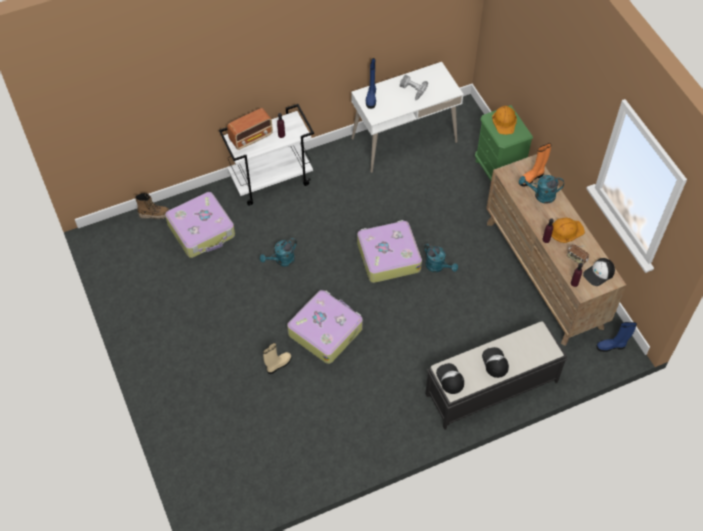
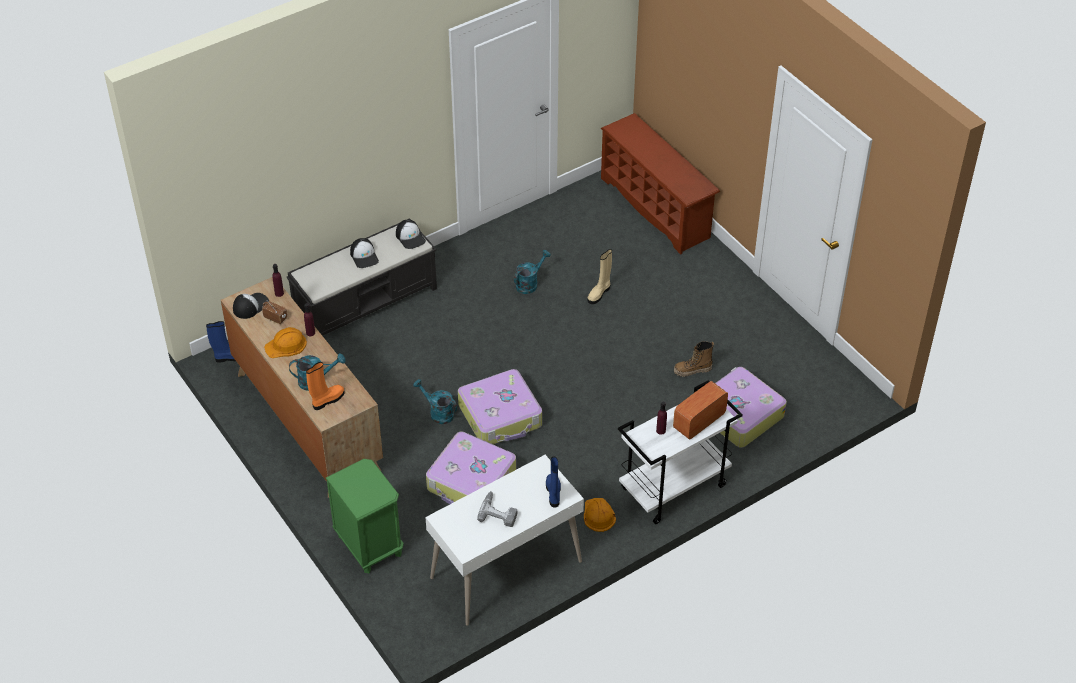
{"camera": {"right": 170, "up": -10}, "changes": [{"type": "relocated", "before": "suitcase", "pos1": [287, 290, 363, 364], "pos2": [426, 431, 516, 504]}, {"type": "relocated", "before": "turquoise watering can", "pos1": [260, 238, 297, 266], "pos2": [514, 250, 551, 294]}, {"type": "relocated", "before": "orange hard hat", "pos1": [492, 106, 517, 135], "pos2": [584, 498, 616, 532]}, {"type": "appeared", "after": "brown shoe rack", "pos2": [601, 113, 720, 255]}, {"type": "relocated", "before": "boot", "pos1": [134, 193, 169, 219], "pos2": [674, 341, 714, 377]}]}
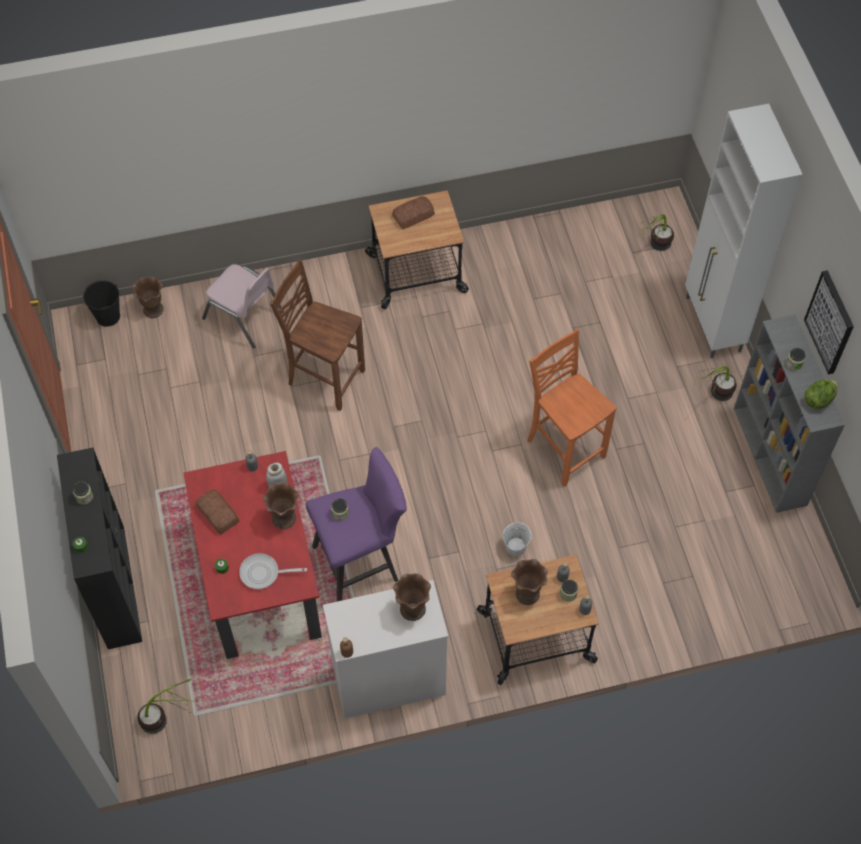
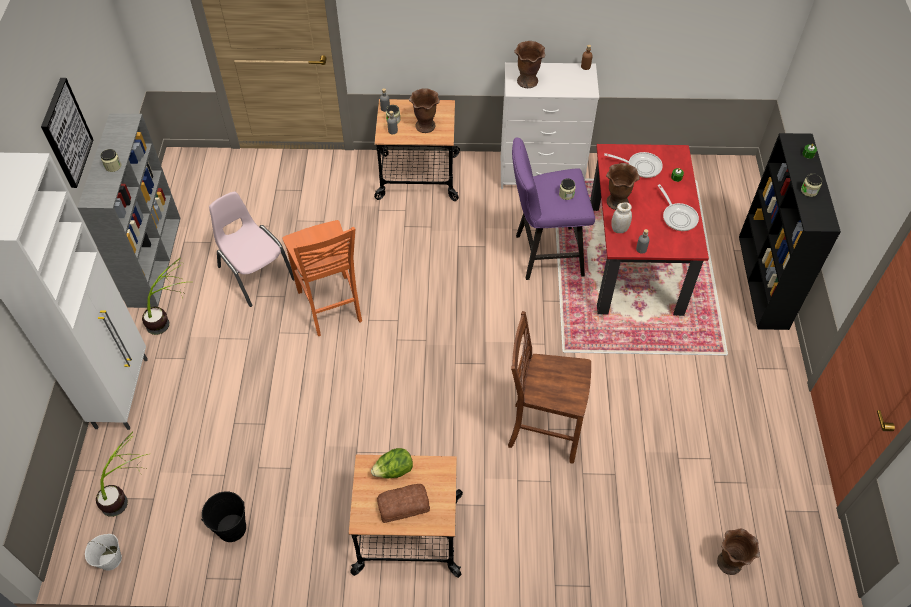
{"camera": {"right": -165, "up": -5}, "changes": [{"type": "relocated", "before": "white bucket", "pos1": [503, 522, 532, 556], "pos2": [85, 534, 122, 571]}, {"type": "relocated", "before": "black bucket", "pos1": [83, 280, 120, 327], "pos2": [201, 491, 246, 542]}, {"type": "relocated", "before": "pink chair", "pos1": [202, 264, 284, 348], "pos2": [209, 191, 294, 307]}, {"type": "relocated", "before": "lettuce", "pos1": [804, 380, 838, 409], "pos2": [371, 448, 413, 478]}, {"type": "spun", "before": "brown chair", "pos1": [270, 259, 365, 411], "pos2": [508, 311, 591, 464], "turn": 150}, {"type": "exchanged", "before": "bread", "after": "frying pan", "pos1": [196, 489, 239, 535], "pos2": [657, 184, 699, 231]}, {"type": "missing", "before": "potted plant", "pos1": [138, 678, 197, 734]}]}
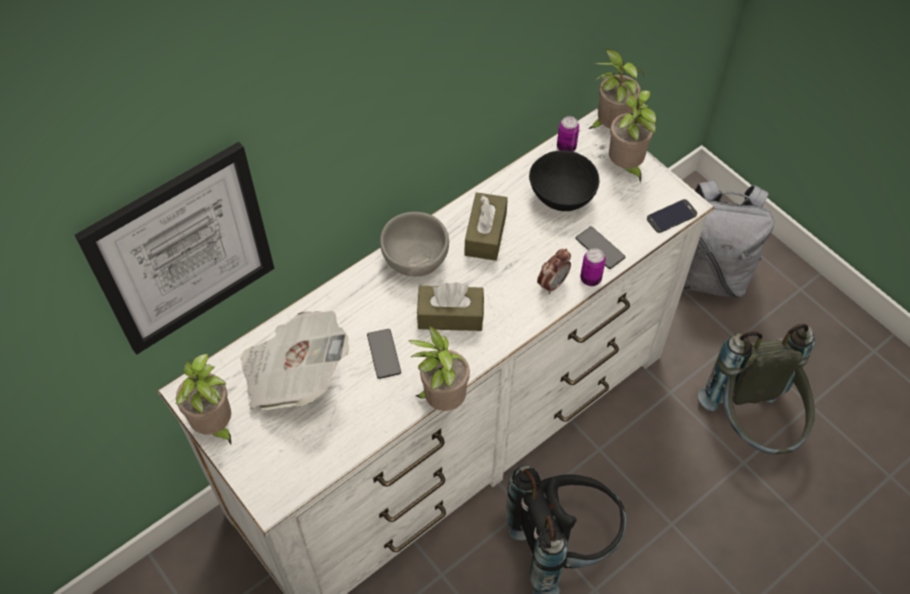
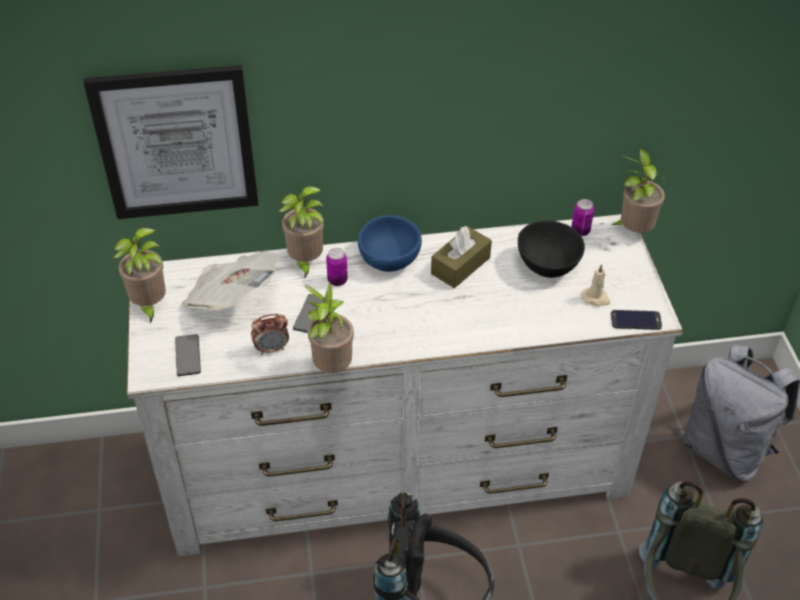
{"camera": {"right": 30, "up": -10}, "changes": [{"type": "relocated", "before": "phone", "pos1": [576, 226, 625, 269], "pos2": [175, 334, 201, 376]}, {"type": "relocated", "before": "alarm clock", "pos1": [537, 248, 571, 294], "pos2": [251, 314, 289, 355]}, {"type": "relocated", "before": "potted plant", "pos1": [609, 90, 657, 183], "pos2": [279, 186, 324, 280]}, {"type": "relocated", "before": "can", "pos1": [580, 248, 606, 286], "pos2": [326, 248, 348, 286]}, {"type": "colour", "before": "grey bowl", "after": "blue bowl", "pos1": [380, 212, 449, 276], "pos2": [358, 215, 422, 272]}, {"type": "appeared", "after": "beige candle", "pos2": [581, 264, 610, 306]}, {"type": "missing", "before": "brown tissue box", "pos1": [417, 282, 484, 331]}]}
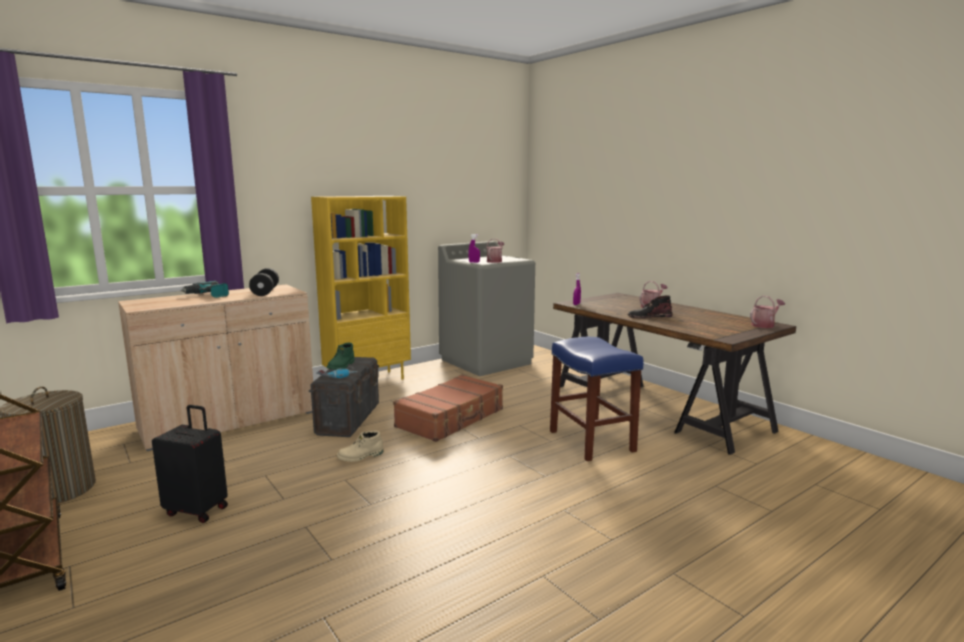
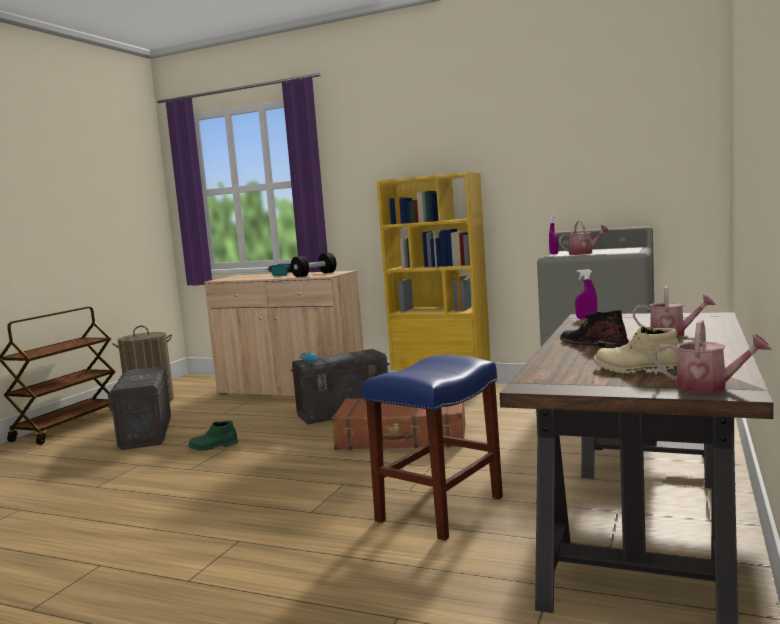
{"camera": {"right": 60, "up": -5}, "changes": [{"type": "exchanged", "before": "black suitcase", "after": "grey storage box", "pos1": [152, 405, 228, 523], "pos2": [108, 366, 171, 450]}, {"type": "relocated", "before": "green boot", "pos1": [327, 343, 355, 370], "pos2": [188, 421, 238, 451]}, {"type": "relocated", "before": "beige boot", "pos1": [337, 431, 383, 462], "pos2": [594, 327, 679, 374]}]}
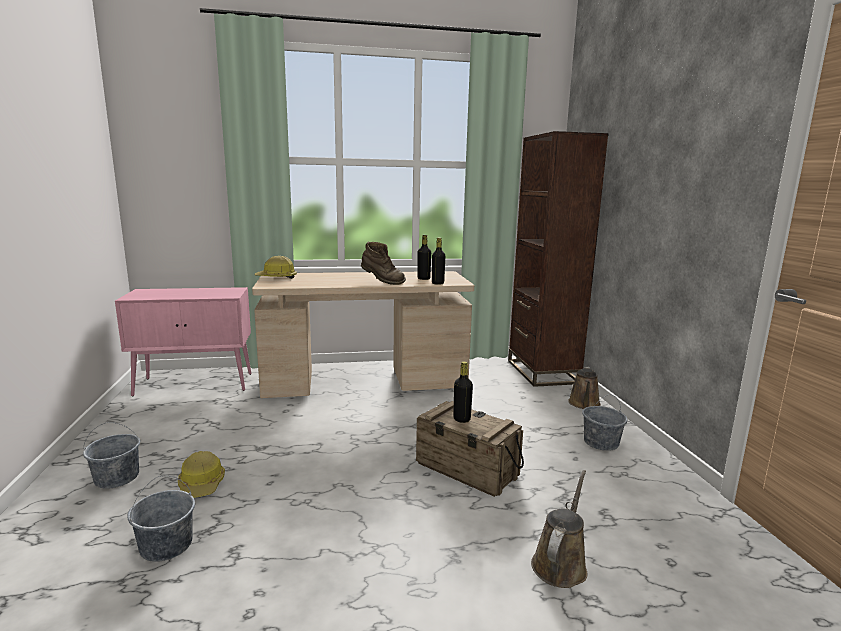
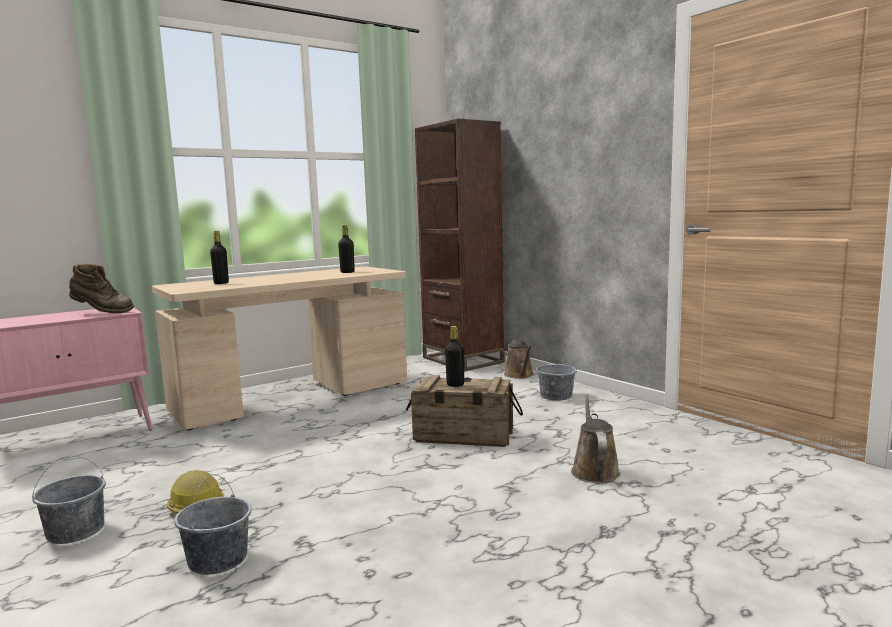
{"camera": {"right": -25, "up": -5}, "changes": [{"type": "relocated", "before": "brown boot", "pos1": [361, 241, 406, 285], "pos2": [69, 264, 134, 313]}, {"type": "relocated", "before": "black bottle", "pos1": [432, 238, 445, 285], "pos2": [210, 231, 229, 284]}, {"type": "missing", "before": "hard hat", "pos1": [254, 256, 297, 279]}]}
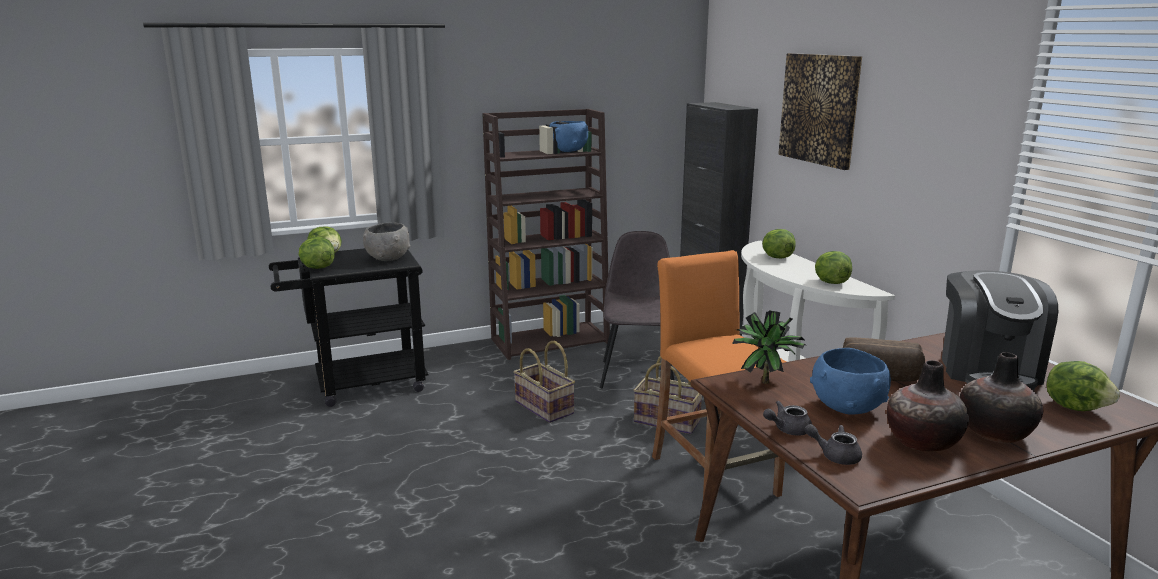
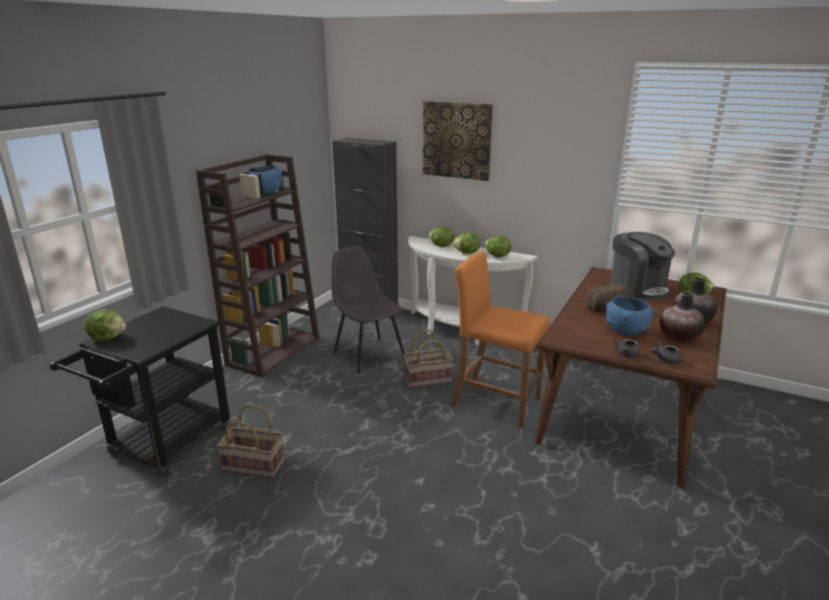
{"camera": {"right": -40, "up": 5}, "changes": [{"type": "relocated", "before": "basket", "pos1": [514, 341, 575, 423], "pos2": [217, 404, 285, 478]}, {"type": "relocated", "before": "lettuce", "pos1": [299, 237, 335, 269], "pos2": [453, 232, 480, 254]}, {"type": "missing", "before": "grey bowl", "pos1": [363, 222, 410, 261]}, {"type": "missing", "before": "potted plant", "pos1": [732, 310, 807, 384]}]}
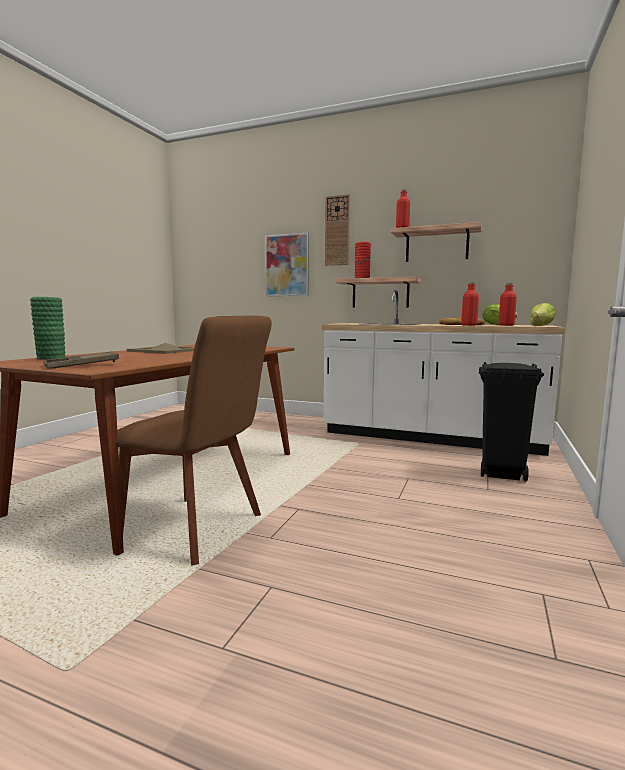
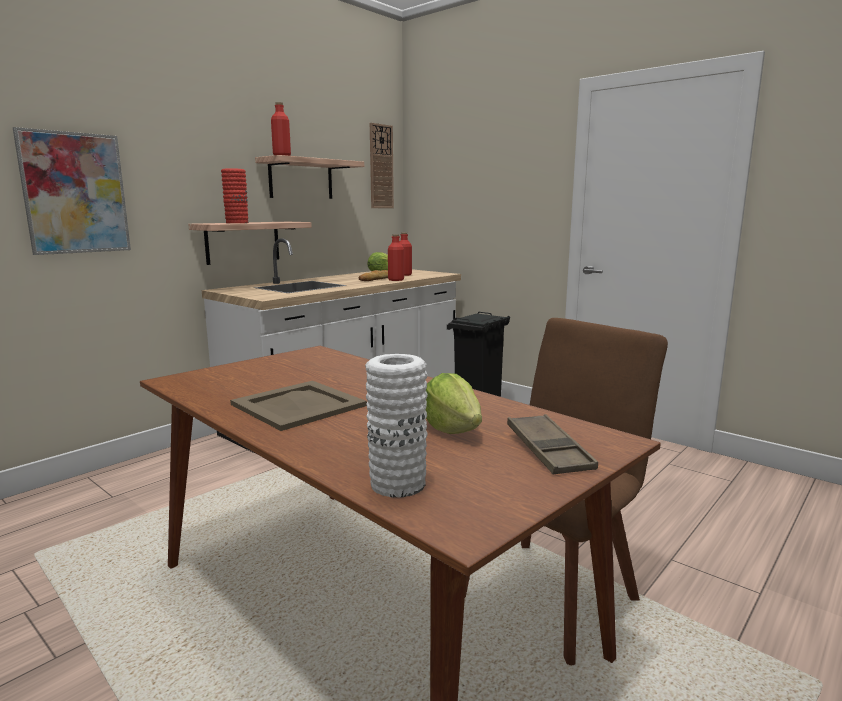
{"camera": {"right": -70, "up": 5}, "changes": [{"type": "colour", "before": "green vase", "after": "white vase", "pos1": [30, 297, 65, 360], "pos2": [365, 354, 428, 497]}, {"type": "relocated", "before": "wall clock", "pos1": [325, 194, 350, 266], "pos2": [370, 123, 394, 208]}, {"type": "relocated", "before": "lettuce", "pos1": [530, 303, 556, 326], "pos2": [426, 373, 482, 434]}]}
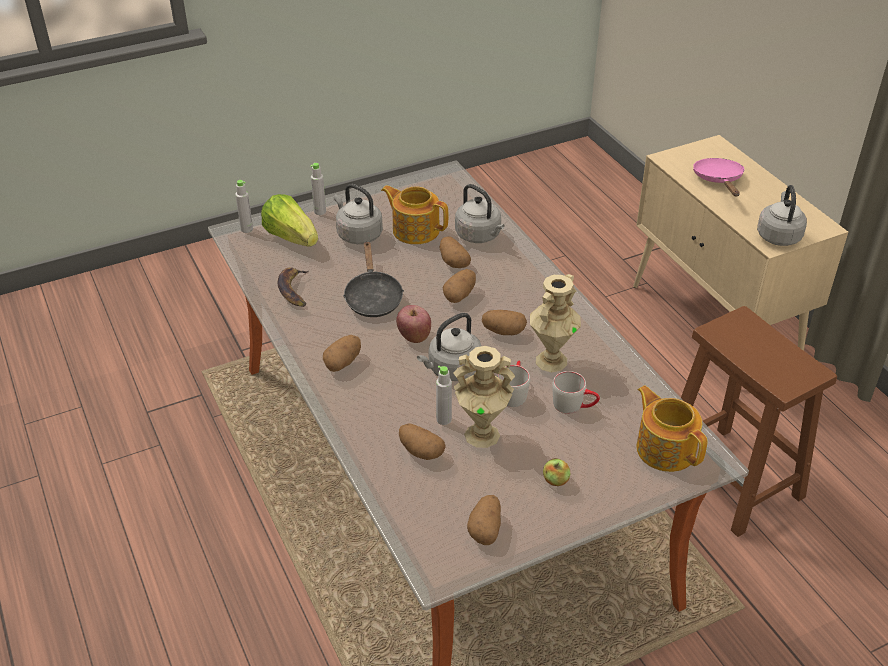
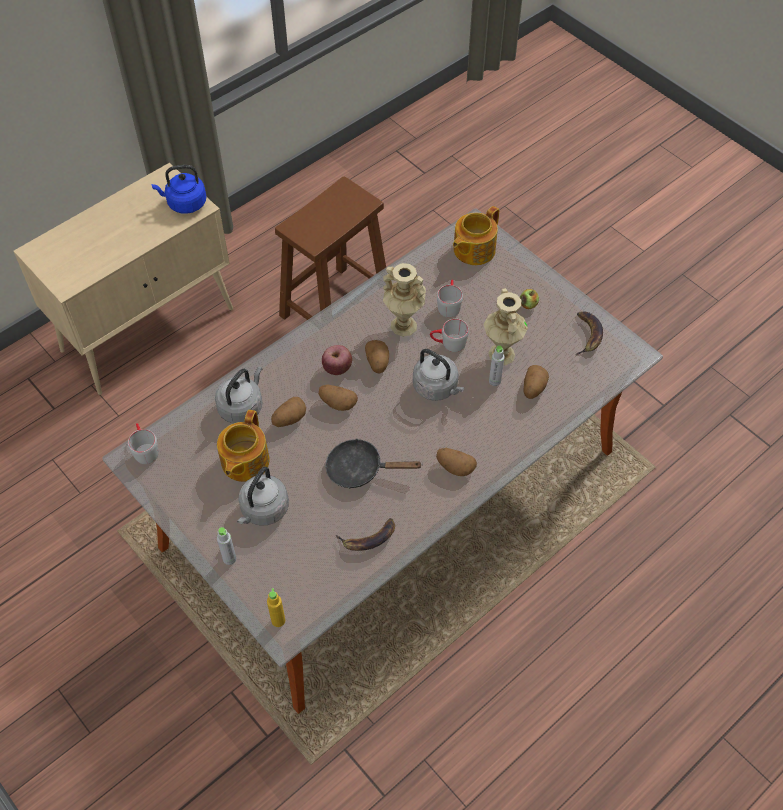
{"camera": {"right": -105, "up": 15}, "changes": [{"type": "appeared", "after": "grey mug", "pos2": [128, 423, 159, 464]}, {"type": "colour", "before": "grey kettle", "after": "blue kettle", "pos1": [757, 185, 807, 246], "pos2": [151, 165, 207, 214]}, {"type": "colour", "before": "grey bottle", "after": "yellow bottle", "pos1": [235, 180, 253, 233], "pos2": [267, 588, 285, 627]}, {"type": "relocated", "before": "apple", "pos1": [396, 305, 431, 343], "pos2": [322, 345, 352, 375]}, {"type": "spun", "before": "black frying pan", "pos1": [343, 241, 404, 317], "pos2": [325, 438, 423, 489], "turn": -150}, {"type": "exchanged", "before": "potato", "after": "banana", "pos1": [467, 495, 501, 545], "pos2": [575, 312, 603, 355]}, {"type": "missing", "before": "lettuce", "pos1": [261, 194, 318, 247]}, {"type": "missing", "before": "pink frying pan", "pos1": [693, 158, 744, 196]}]}
